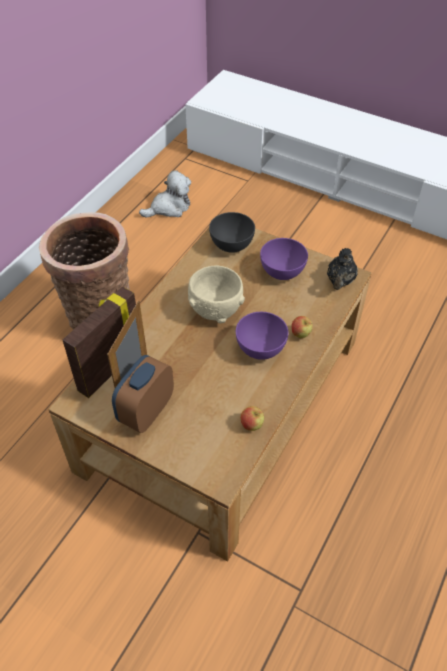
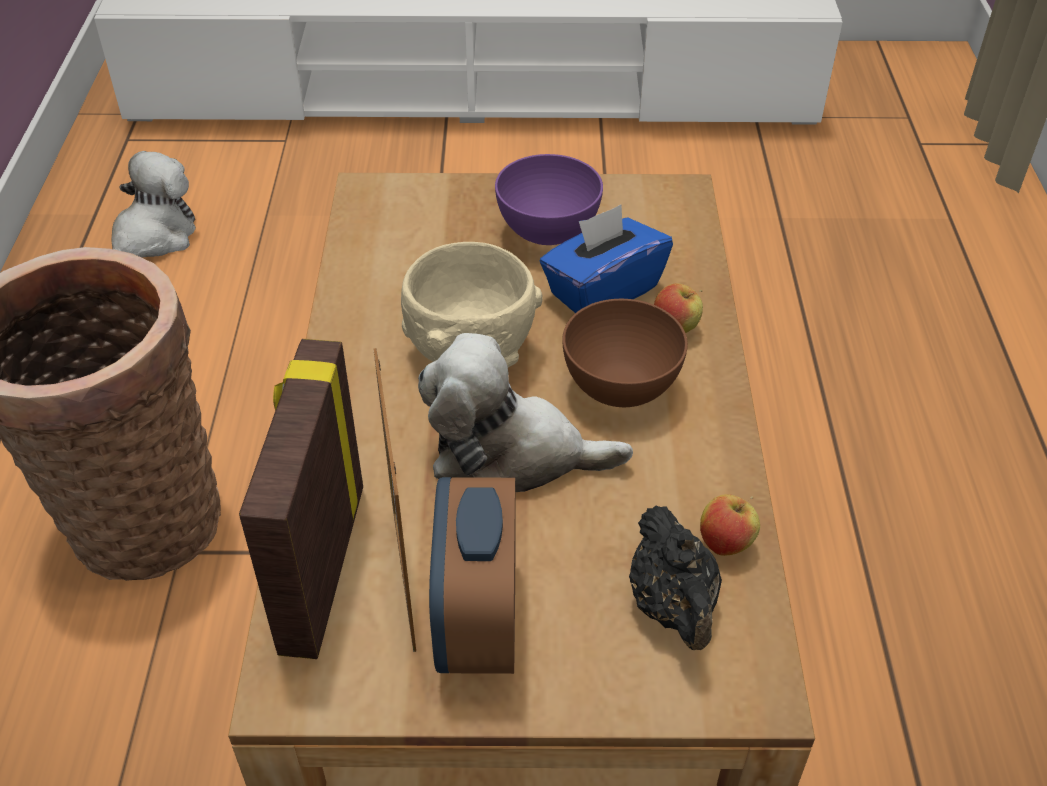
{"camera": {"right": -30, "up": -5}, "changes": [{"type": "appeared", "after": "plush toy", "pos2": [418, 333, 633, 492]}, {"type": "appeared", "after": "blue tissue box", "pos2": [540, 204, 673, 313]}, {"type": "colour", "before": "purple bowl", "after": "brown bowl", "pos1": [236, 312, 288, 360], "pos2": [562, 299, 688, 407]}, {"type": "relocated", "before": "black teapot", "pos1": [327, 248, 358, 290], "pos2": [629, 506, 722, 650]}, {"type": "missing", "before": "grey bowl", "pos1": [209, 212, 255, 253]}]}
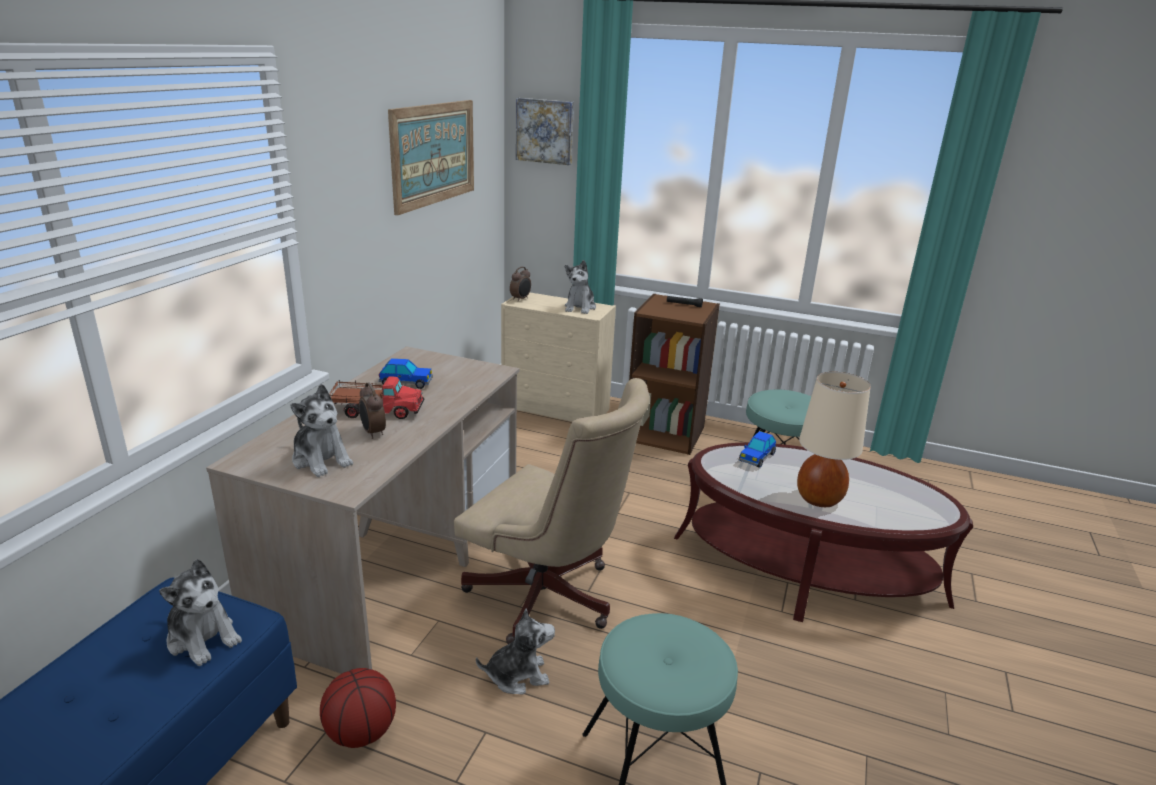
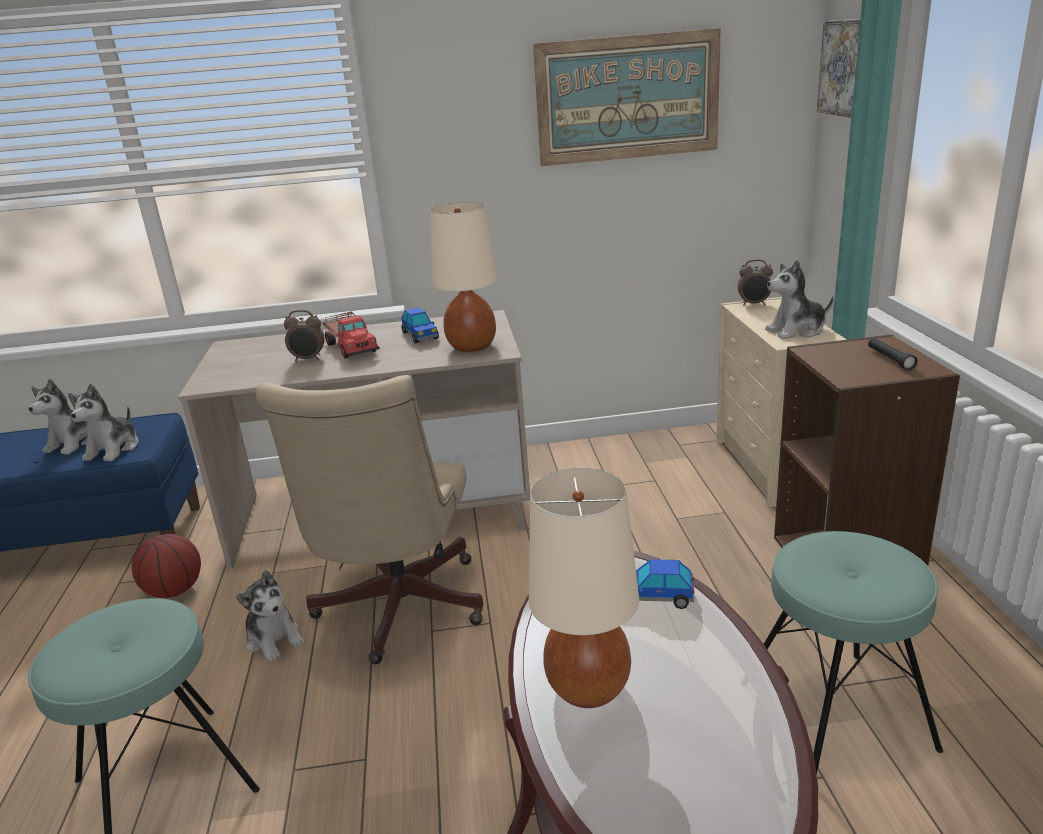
{"camera": {"right": 65, "up": 0}, "changes": [{"type": "relocated", "before": "plush toy", "pos1": [290, 384, 353, 477], "pos2": [28, 379, 87, 455]}, {"type": "spun", "before": "alarm clock", "pos1": [359, 382, 386, 439], "pos2": [284, 310, 325, 361], "turn": -120}, {"type": "appeared", "after": "beige table lamp", "pos2": [430, 202, 497, 352]}]}
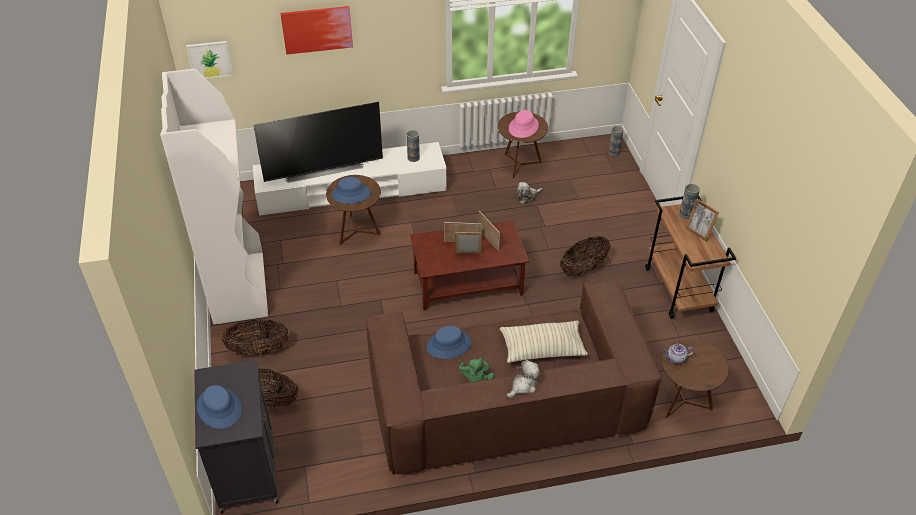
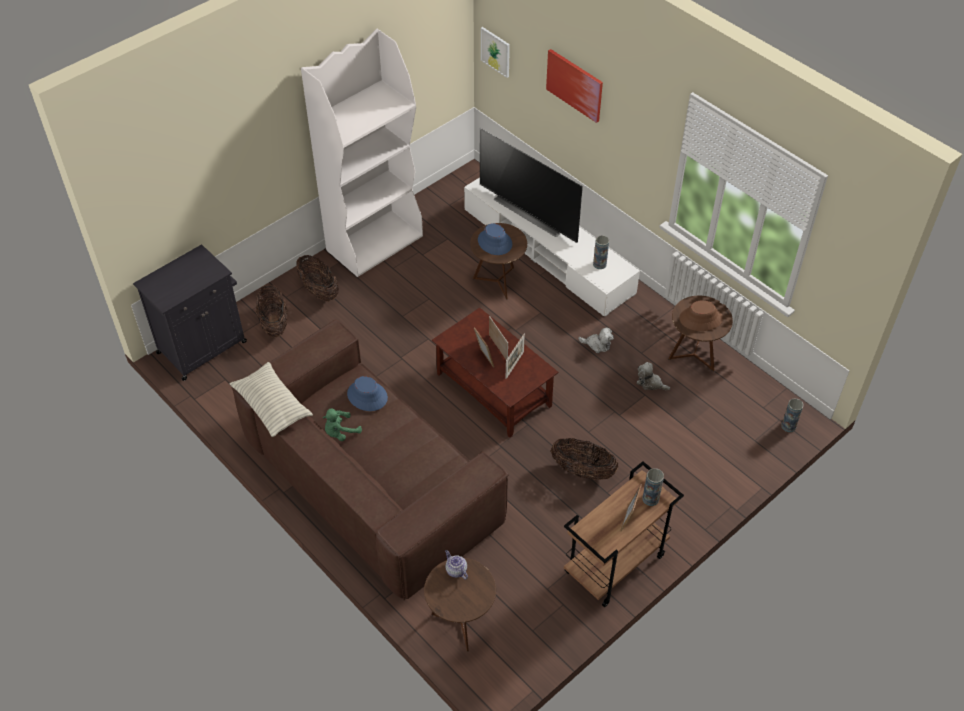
{"camera": {"right": 60, "up": 5}, "changes": [{"type": "relocated", "before": "pillow", "pos1": [499, 321, 588, 363], "pos2": [229, 362, 313, 437]}, {"type": "relocated", "before": "plush toy", "pos1": [507, 360, 540, 398], "pos2": [578, 327, 614, 353]}, {"type": "colour", "before": "pink hat", "after": "brown hat", "pos1": [509, 110, 539, 138], "pos2": [679, 300, 723, 331]}, {"type": "missing", "before": "blue hat", "pos1": [197, 385, 242, 429]}]}
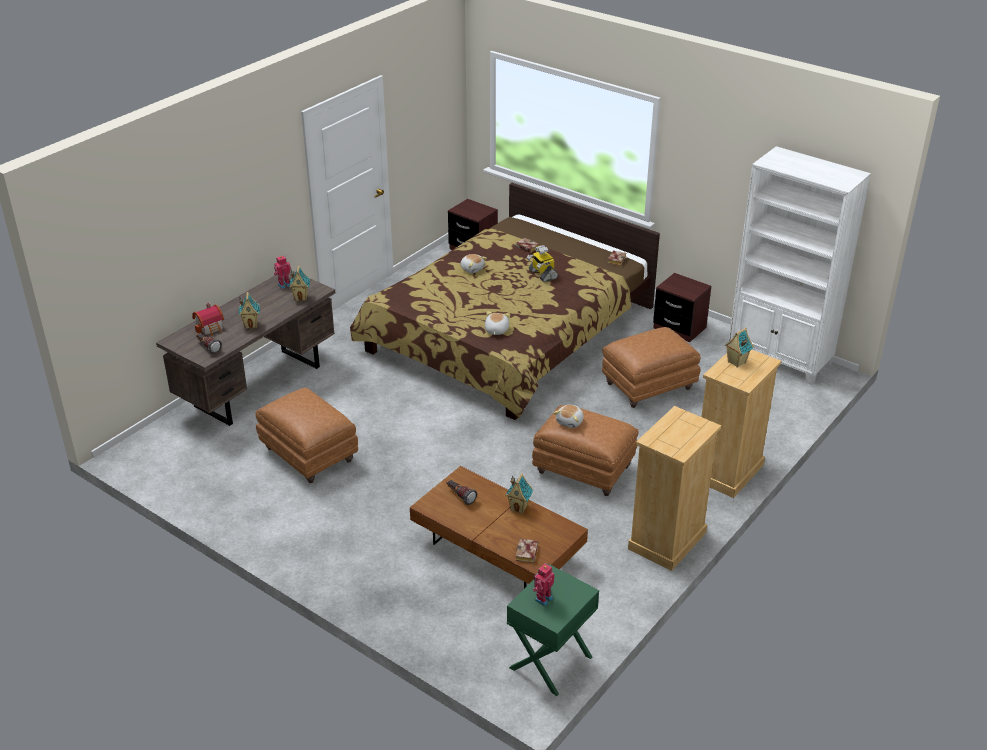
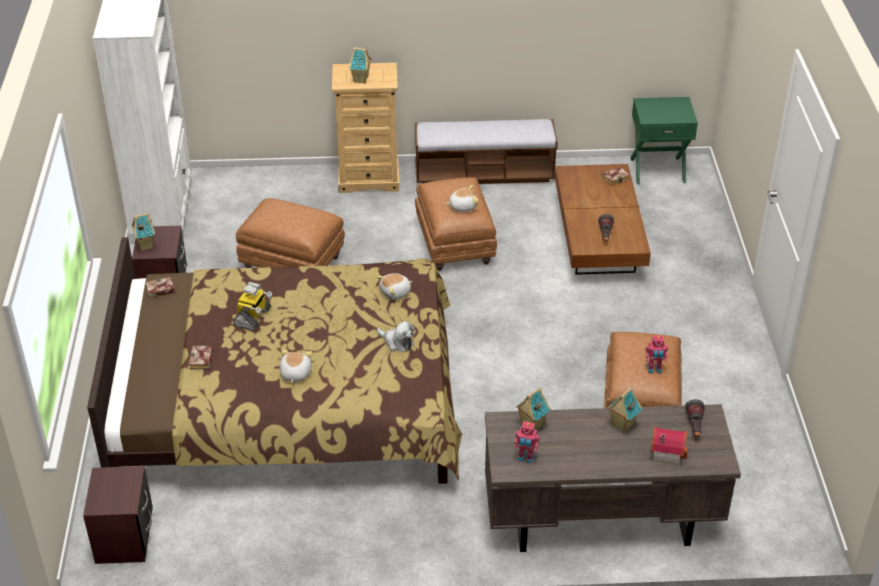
{"camera": {"right": -130, "up": 5}, "changes": [{"type": "relocated", "before": "toy house", "pos1": [505, 473, 533, 514], "pos2": [132, 213, 155, 251]}, {"type": "appeared", "after": "plush toy", "pos2": [377, 321, 415, 352]}, {"type": "exchanged", "before": "beige dresser", "after": "bench", "pos1": [628, 406, 721, 571], "pos2": [415, 119, 558, 184]}, {"type": "relocated", "before": "toy robot", "pos1": [532, 563, 555, 606], "pos2": [645, 335, 668, 373]}]}
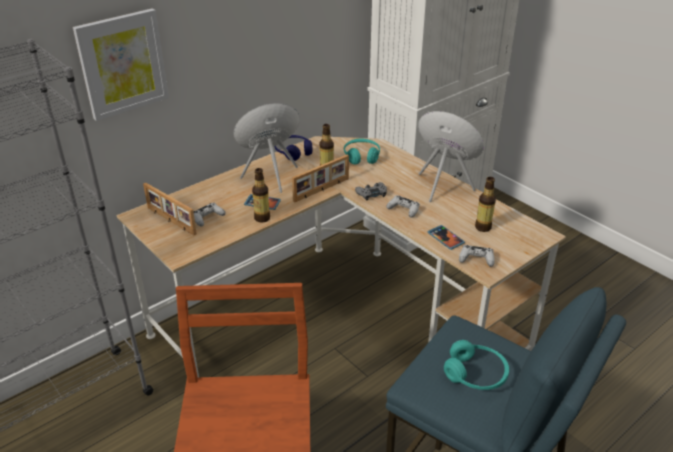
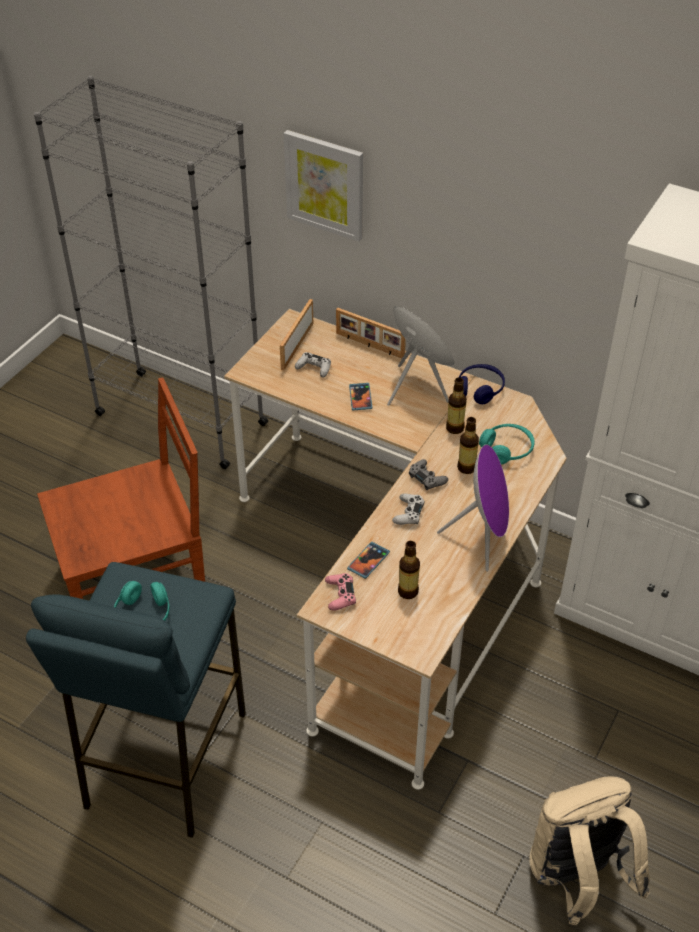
{"camera": {"right": 70, "up": 10}, "changes": [{"type": "colour", "before": "white game controller", "after": "pink game controller", "pos1": [459, 245, 495, 267], "pos2": [325, 573, 356, 610]}, {"type": "relocated", "before": "picture frame", "pos1": [292, 155, 349, 202], "pos2": [336, 308, 406, 358]}, {"type": "relocated", "before": "bottle", "pos1": [252, 168, 270, 223], "pos2": [457, 417, 479, 474]}, {"type": "appeared", "after": "beige backpack", "pos2": [530, 776, 650, 925]}]}
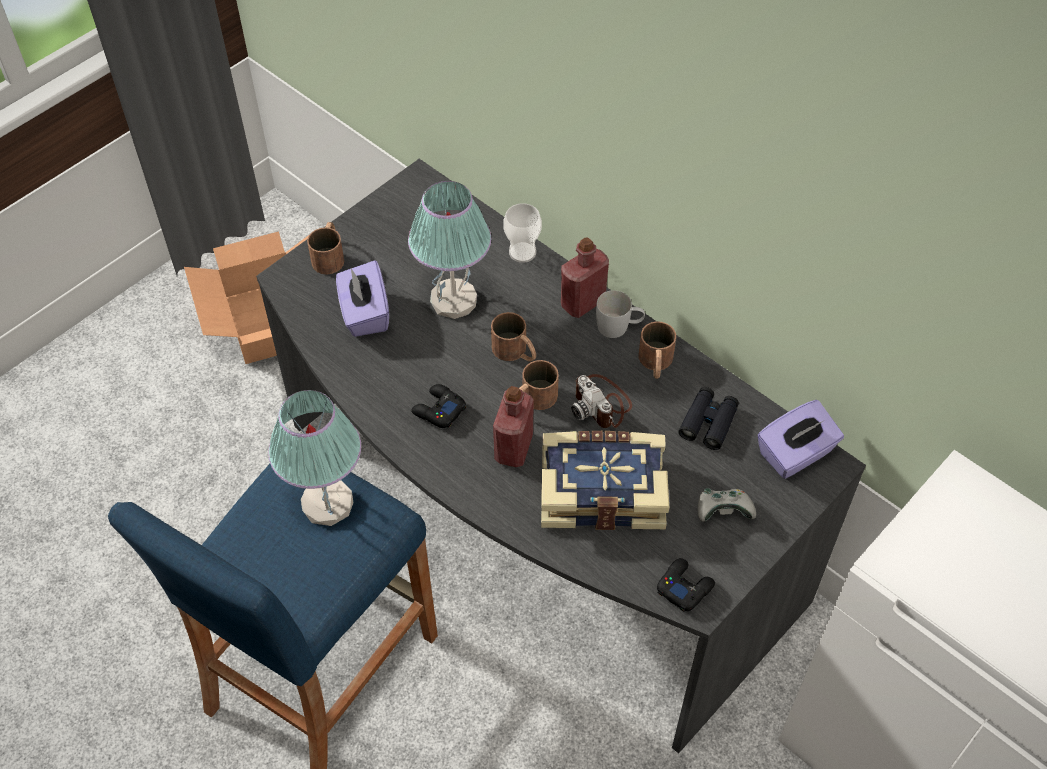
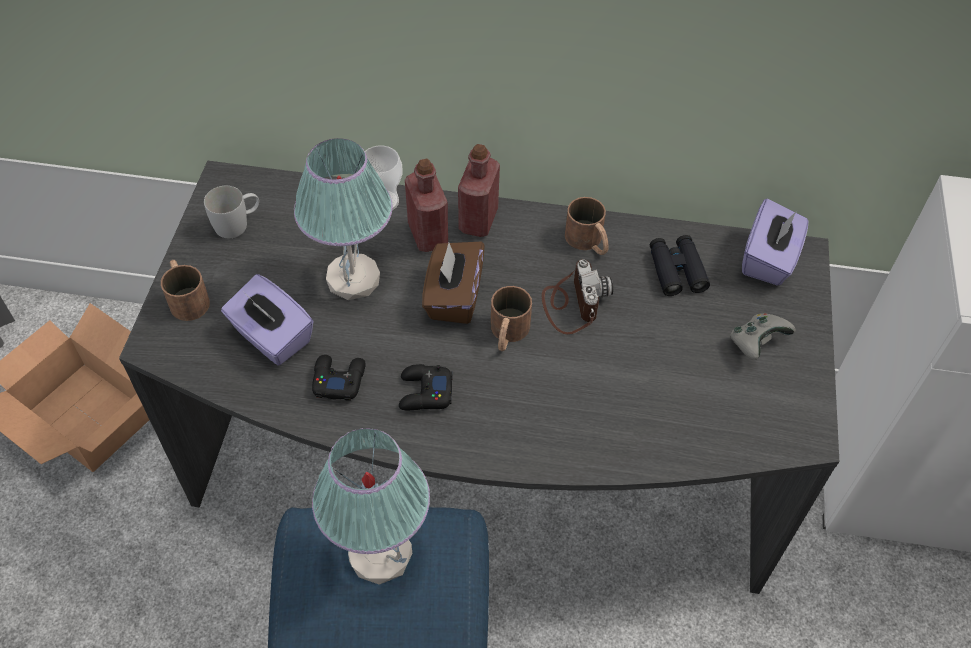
{"camera": {"right": -35, "up": 0}, "changes": [{"type": "relocated", "before": "white mug", "pos1": [596, 290, 645, 338], "pos2": [204, 186, 259, 238]}, {"type": "relocated", "before": "black game controller", "pos1": [657, 558, 715, 612], "pos2": [312, 355, 366, 401]}, {"type": "relocated", "before": "red bottle", "pos1": [493, 386, 534, 467], "pos2": [405, 159, 448, 252]}, {"type": "exchanged", "before": "brown mug", "after": "brown tissue box", "pos1": [491, 312, 536, 362], "pos2": [422, 241, 485, 324]}, {"type": "spun", "before": "photo camera", "pos1": [571, 374, 632, 428], "pos2": [542, 259, 613, 335], "turn": -120}, {"type": "missing", "before": "book", "pos1": [541, 431, 669, 530]}]}
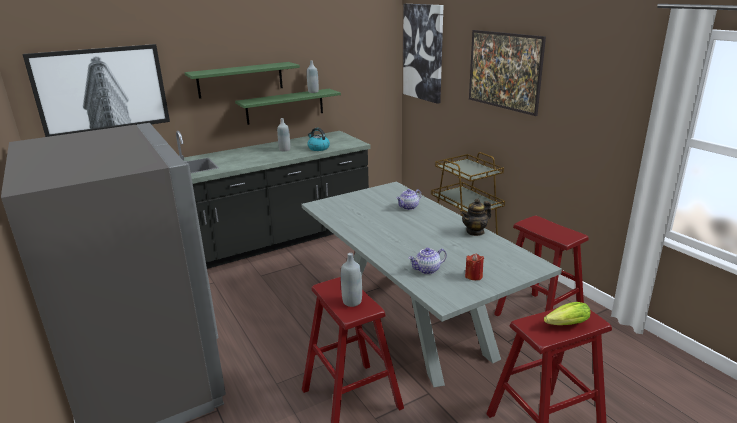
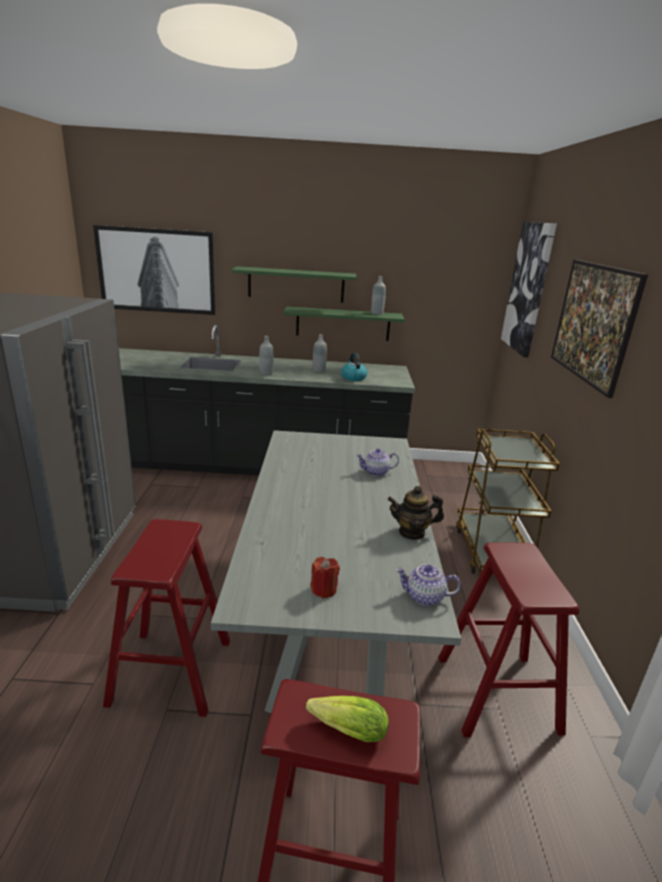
{"camera": {"right": 30, "up": 0}, "changes": [{"type": "relocated", "before": "grey bottle", "pos1": [341, 253, 362, 307], "pos2": [259, 336, 273, 375]}, {"type": "relocated", "before": "teapot", "pos1": [409, 248, 447, 274], "pos2": [396, 564, 461, 606]}]}
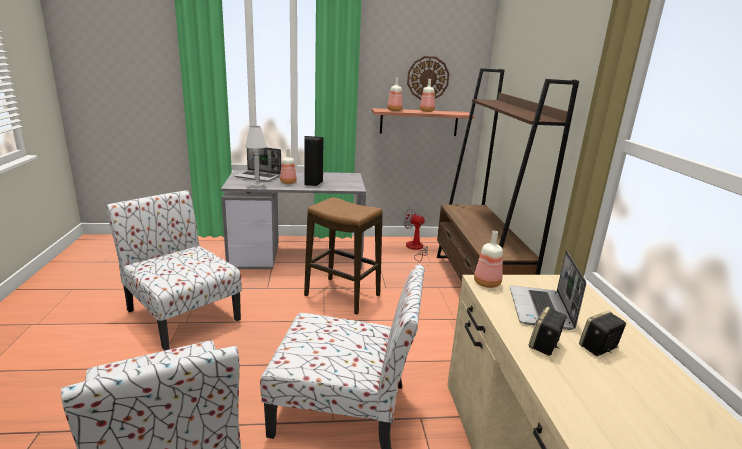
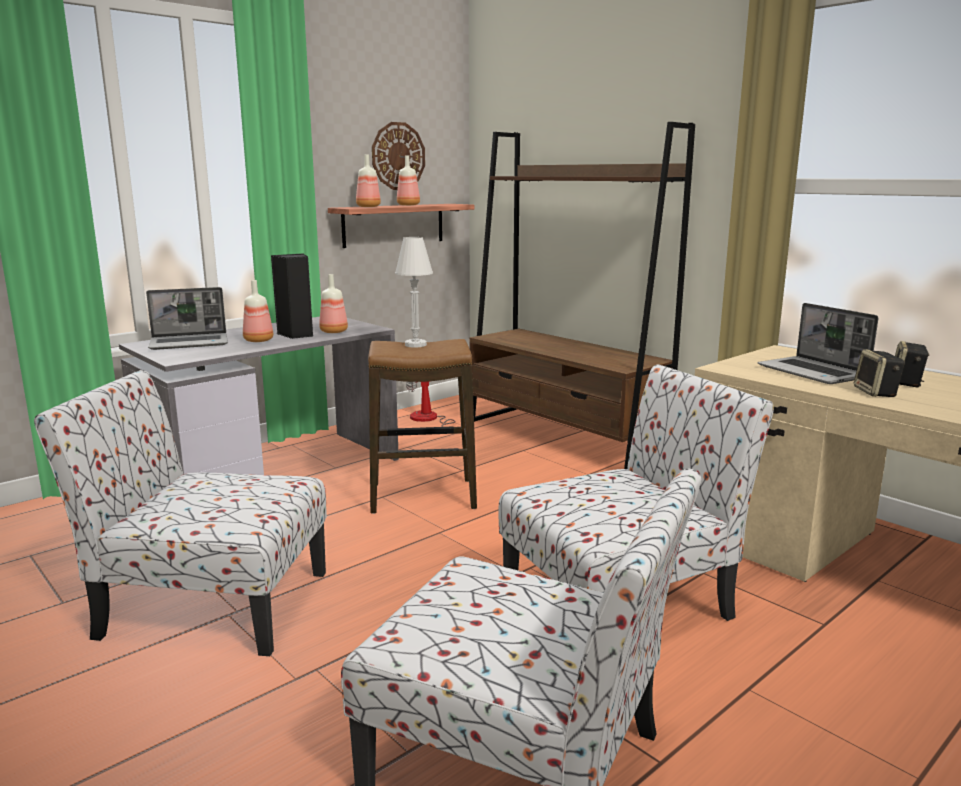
{"camera": {"right": -35, "up": -5}, "changes": [{"type": "relocated", "before": "bottle", "pos1": [474, 231, 503, 288], "pos2": [319, 274, 348, 333]}, {"type": "relocated", "before": "white table lamp", "pos1": [245, 126, 267, 188], "pos2": [395, 237, 433, 348]}]}
